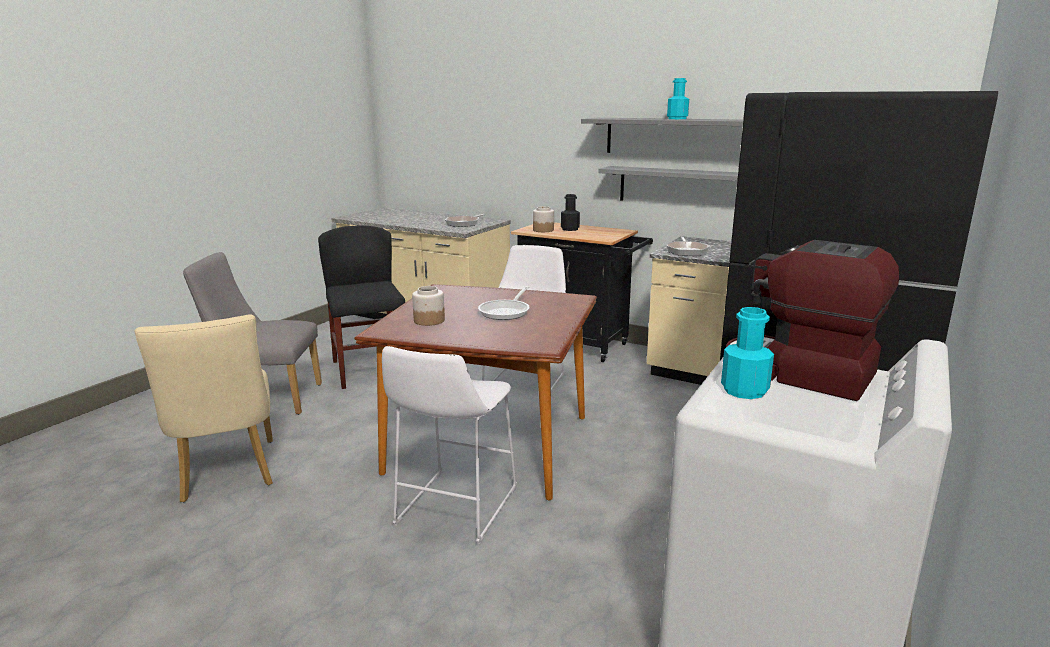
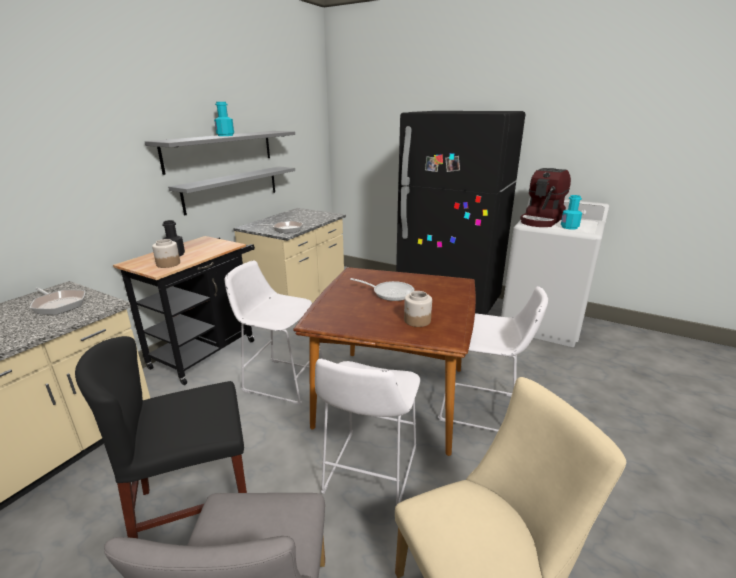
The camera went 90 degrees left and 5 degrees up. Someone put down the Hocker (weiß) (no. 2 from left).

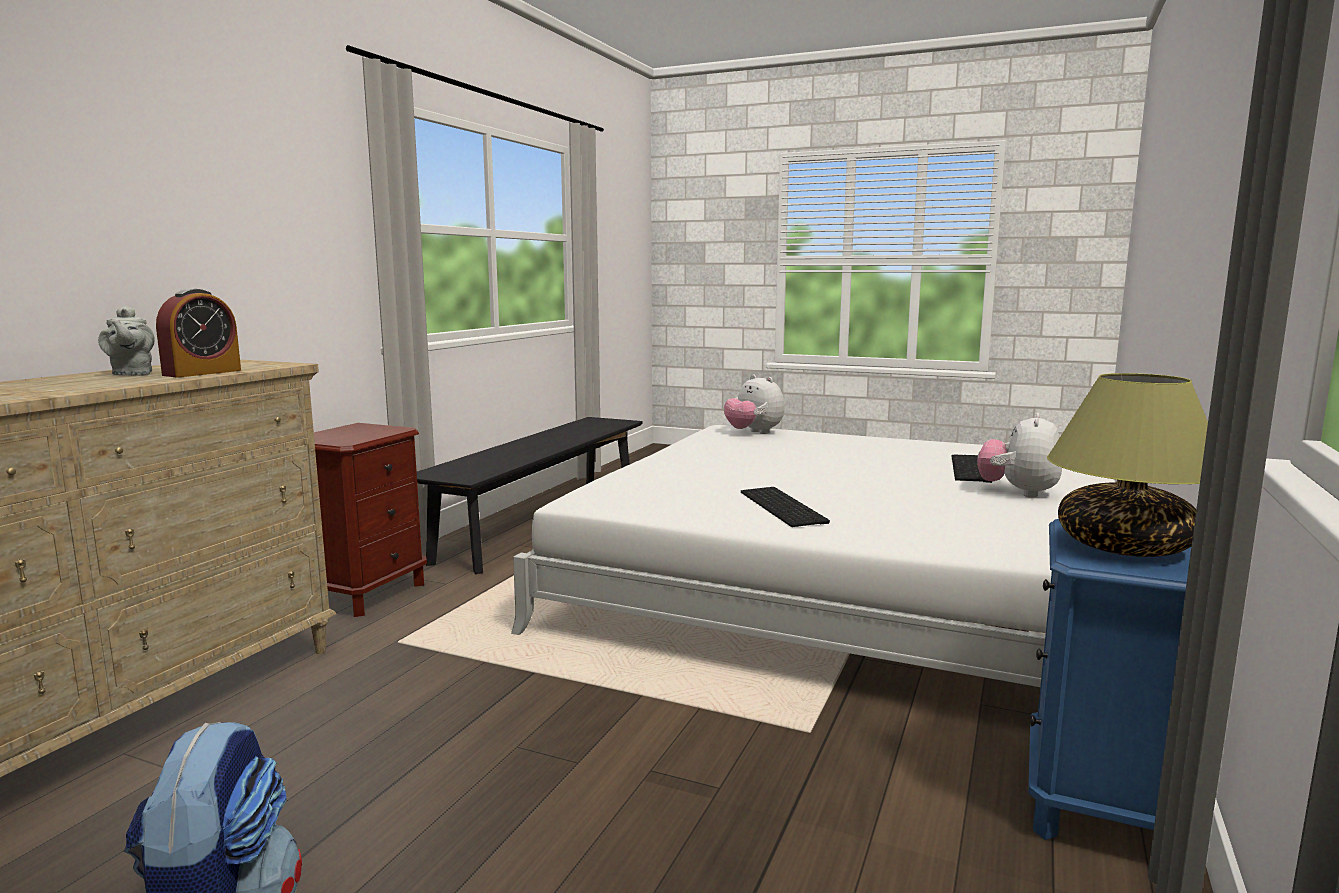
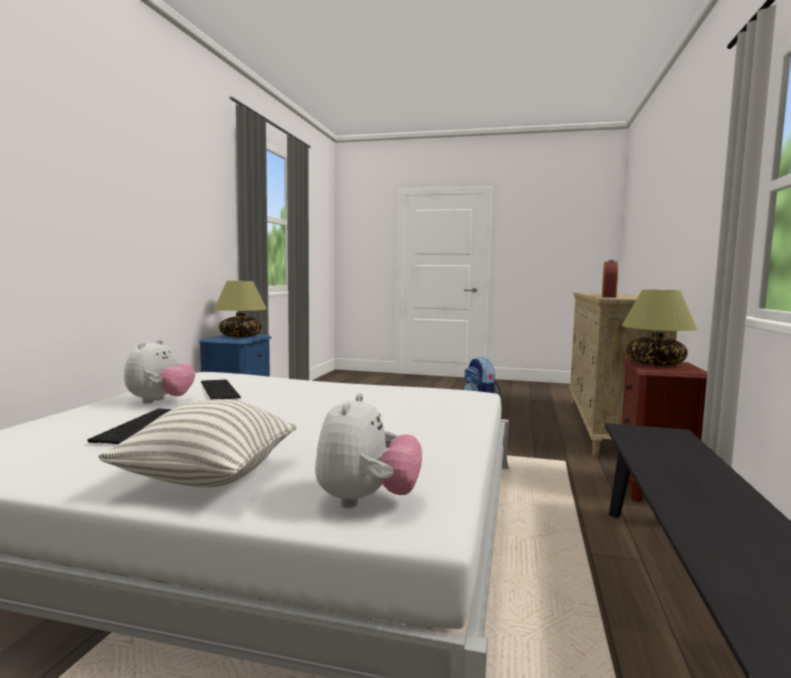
The camera went 170 degrees right and 5 degrees down. Someone took away the Teekanne (grau). Someone rotated the Plüschtier (no. 1 from left in the first image) by 60 degrees clockwise. Someone carried the Tastatur (no. 1 from left in the first image). Someone put down the Tischlampe (no. 2 from left). Someone put down the Kissen.

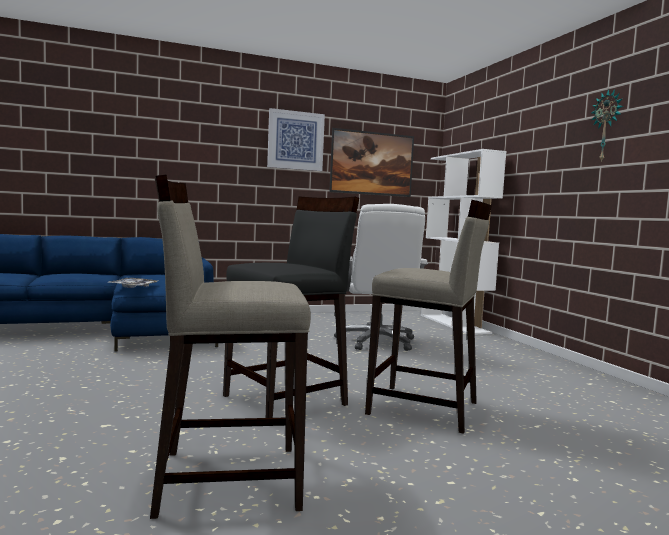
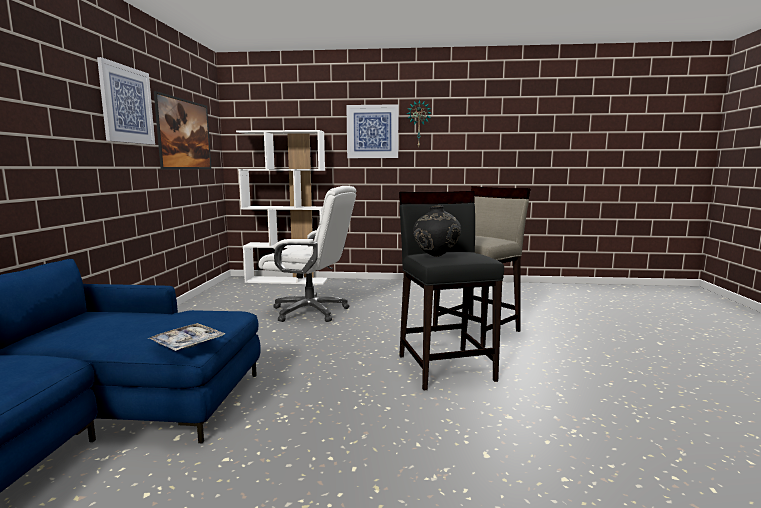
The camera went 65 degrees left and 5 degrees up. Someone took away the Hocker (beige) (no. 1 from left). Someone put up the Bild (no. 3 from left). Someone put down the Vase (schwarz).

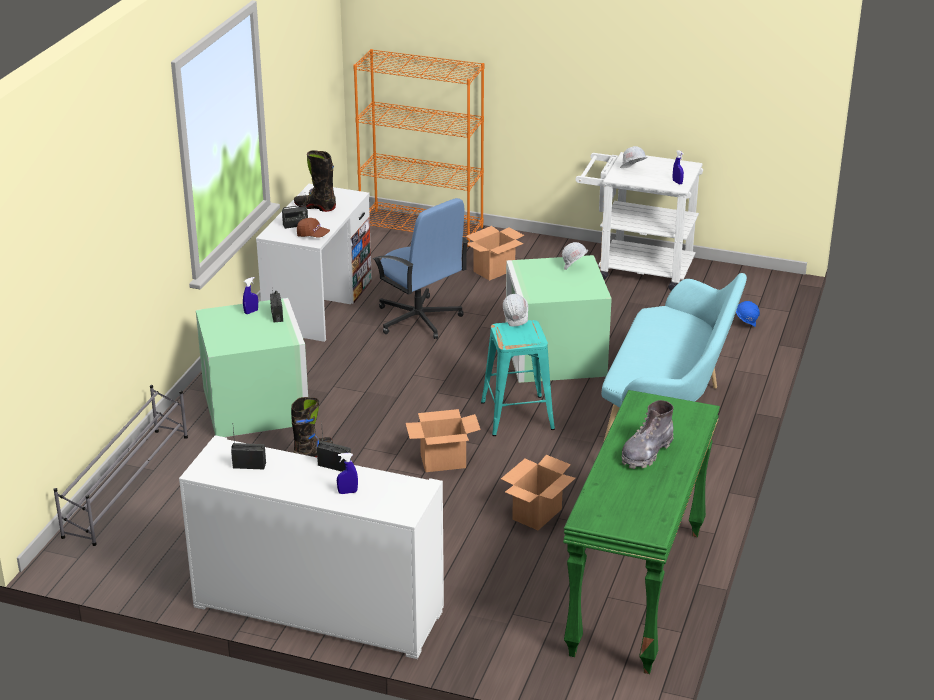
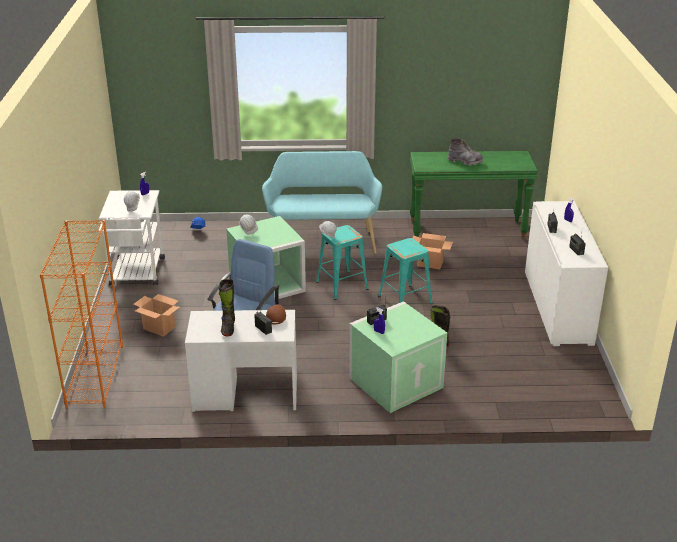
The camera went 110 degrees left and 0 degrees up. Someone took away the Schuhregal (grau). Someone swapped the Karton (no. 1 from left) for the Hocker (türkis) (no. 2 from left).

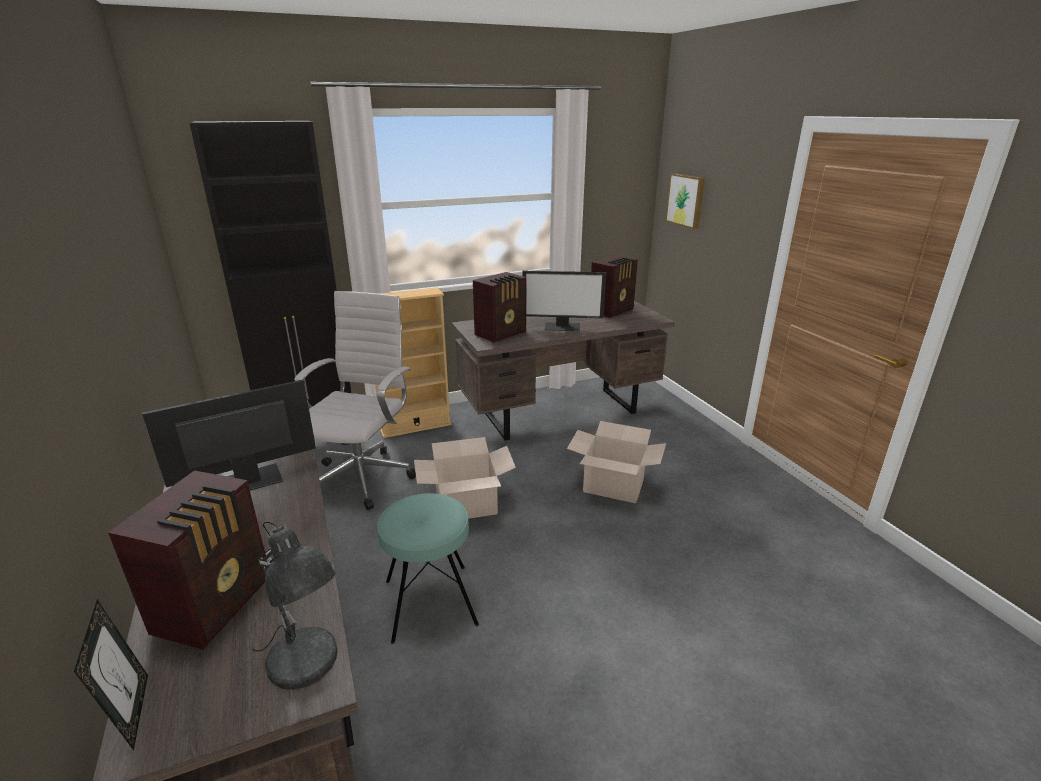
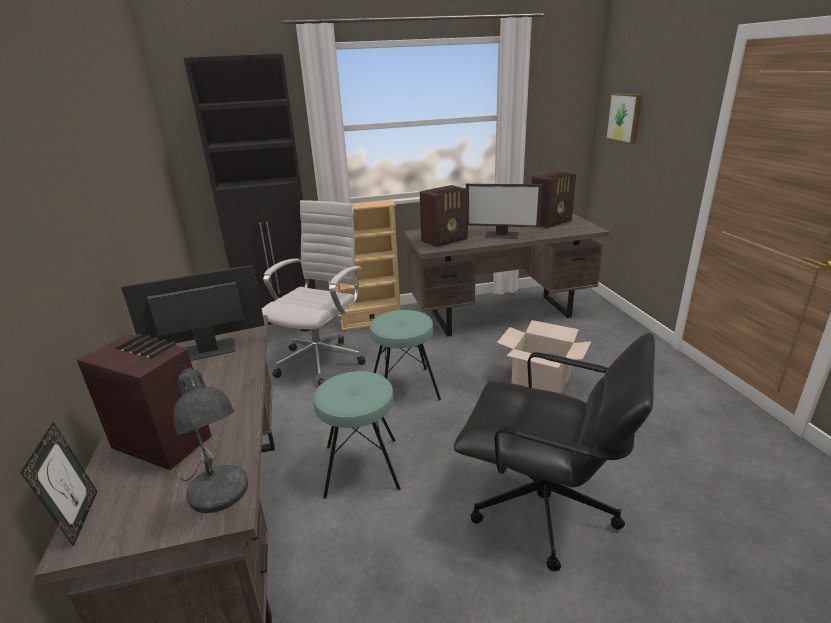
The camera went 10 degrees right and 0 degrees up. Someone swapped the Karton (no. 1 from left) for the Hocker (türkis) (no. 2 from left). Someone rotated the Radio (no. 1 from left) by 90 degrees counterclockwise. Someone put down the Bürostuhl (schwarz).

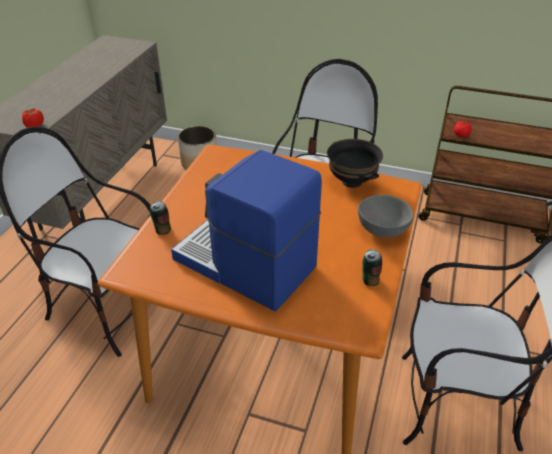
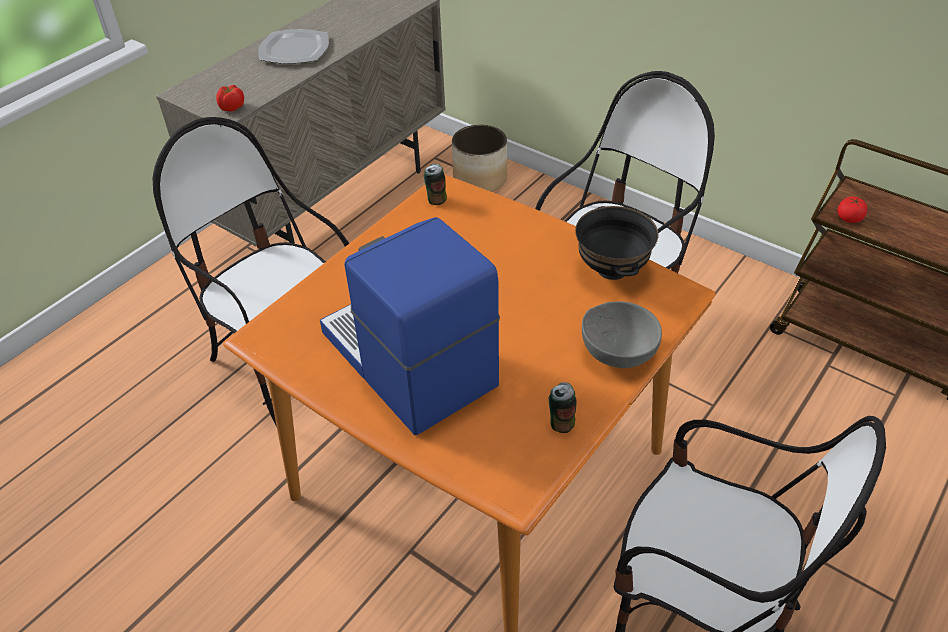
The camera went 20 degrees right and 5 degrees up. Someone carried the Dose (no. 1 from left). Someone put down the Teller.

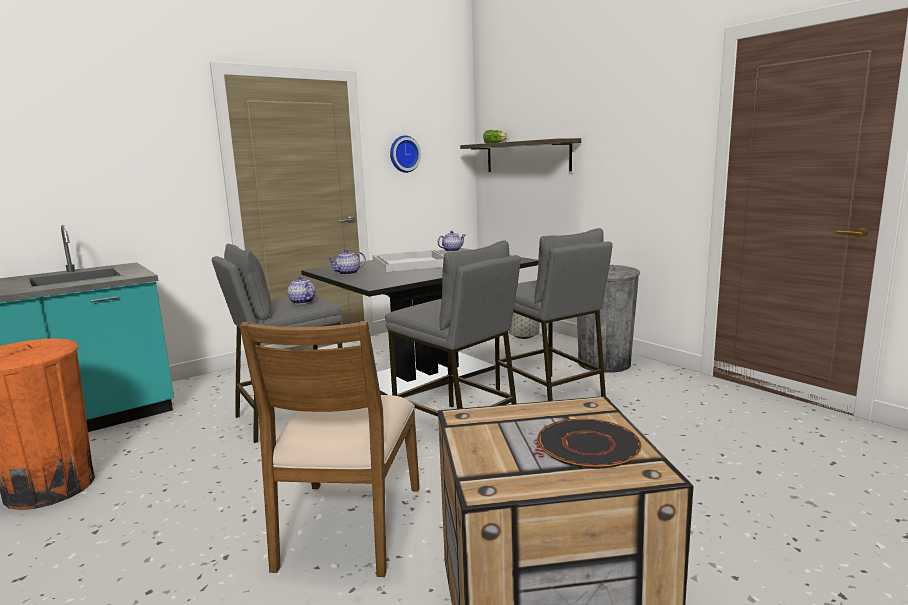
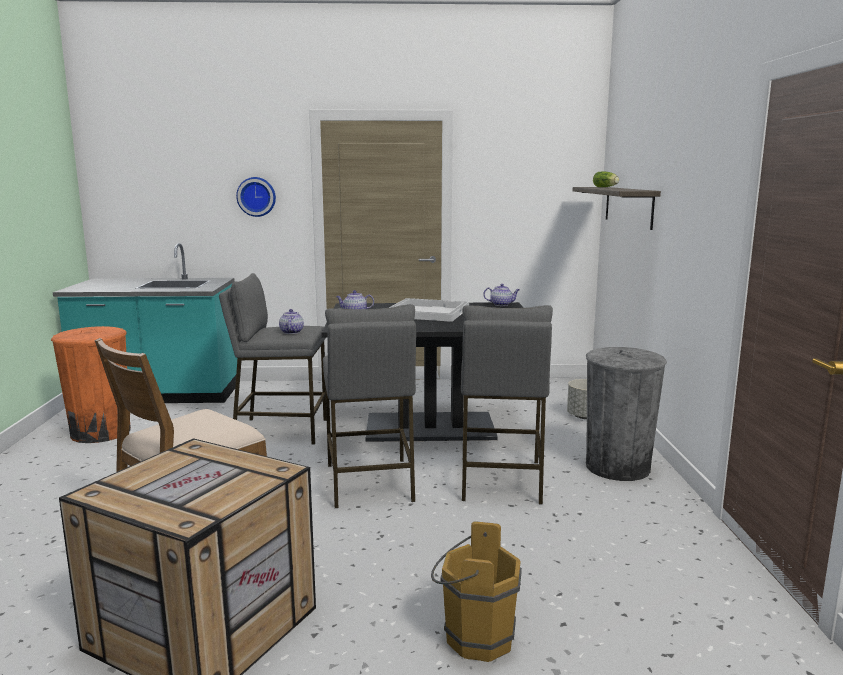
The camera went 35 degrees right and 0 degrees up. Someone carried the Wanduhr. Someone took away the Teller (schwarz). Someone put down the Eimer (braun).

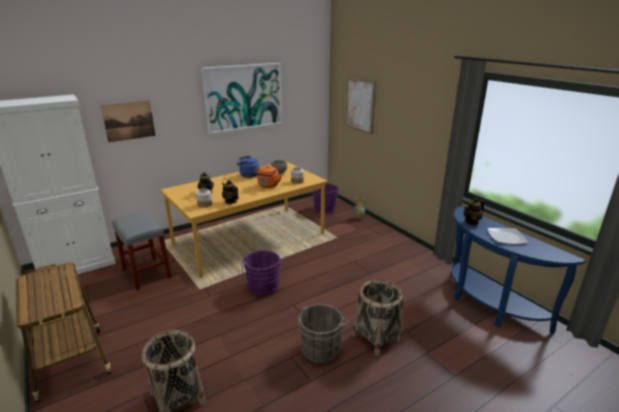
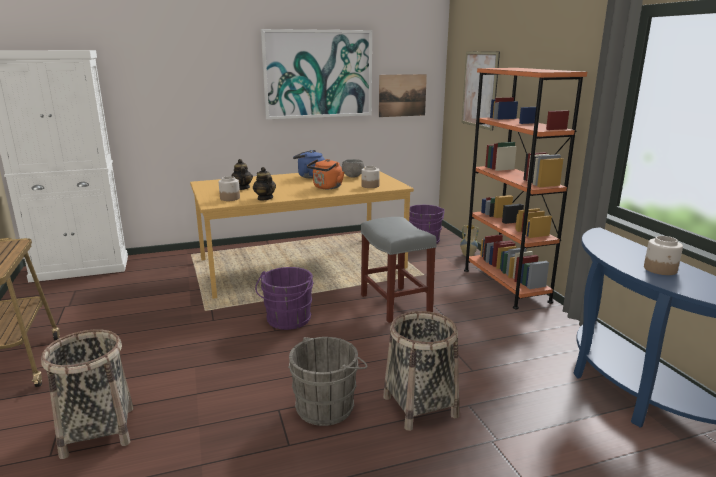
The camera went 15 degrees right and 5 degrees down. Someone carried the Bild (no. 1 from left in the first image). Someone took away the Teekanne (no. 3 from left). Someone carried the Hocker (grau). Someone swapped the Teller for the Vorratsglas (no. 3 from left). Someone put down the Bücherregal (orange).

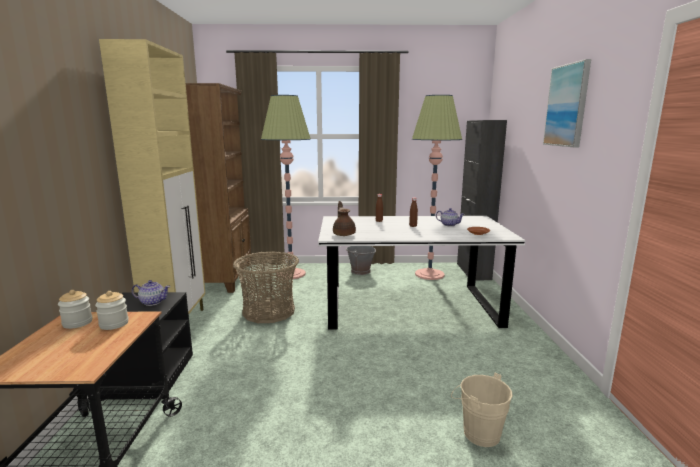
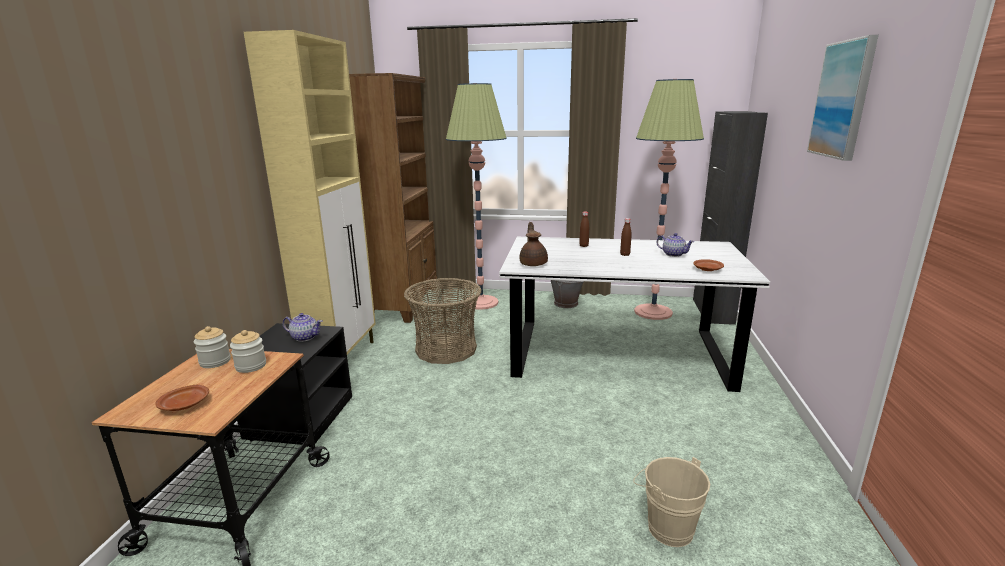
The camera went 10 degrees right and 5 degrees up. Someone put down the Teller (braun) (no. 1 from left).

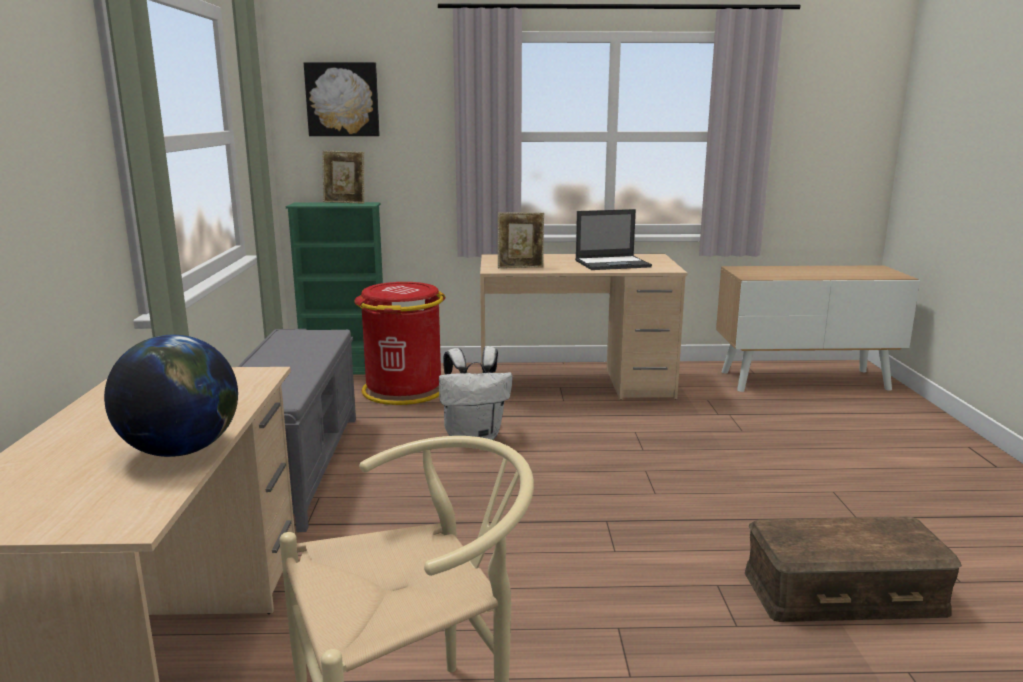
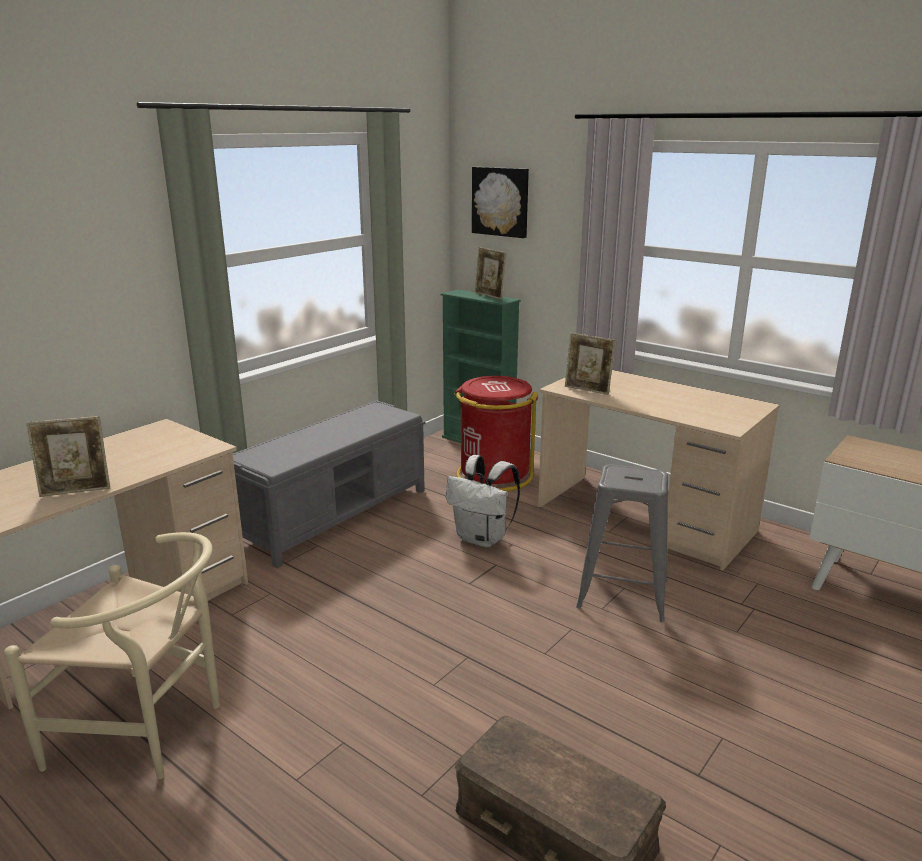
The camera went 40 degrees right and 5 degrees up. Someone took away the Laptop. Someone swapped the Globus for the Bilderrahmen (no. 1 from left). Someone put down the Hocker (grau).

